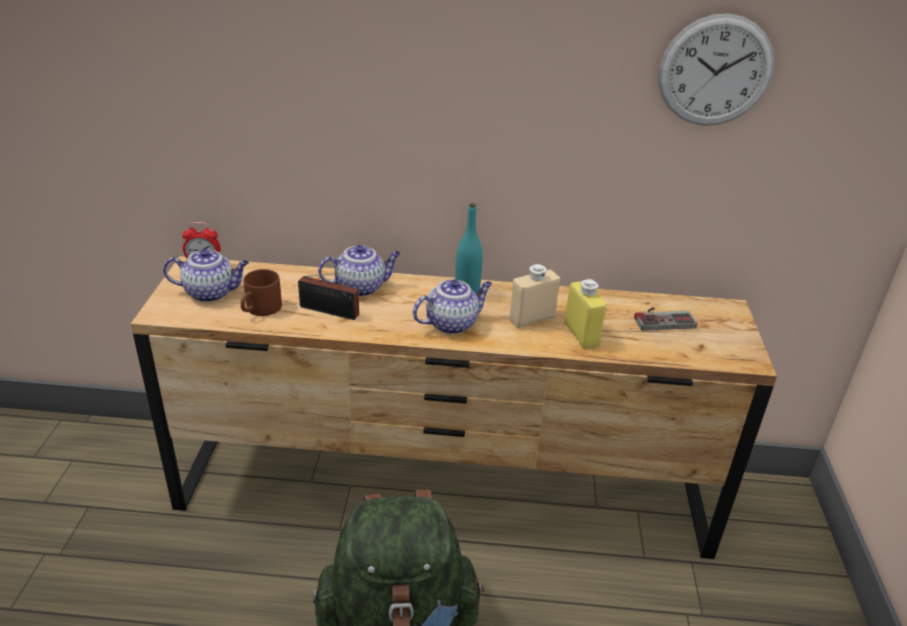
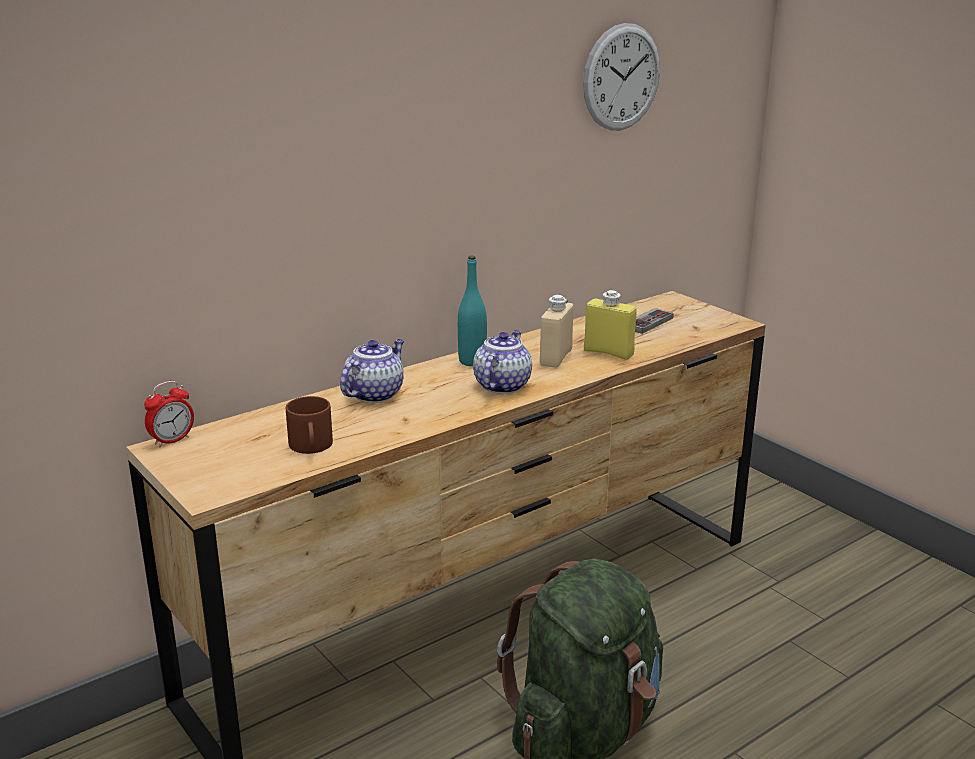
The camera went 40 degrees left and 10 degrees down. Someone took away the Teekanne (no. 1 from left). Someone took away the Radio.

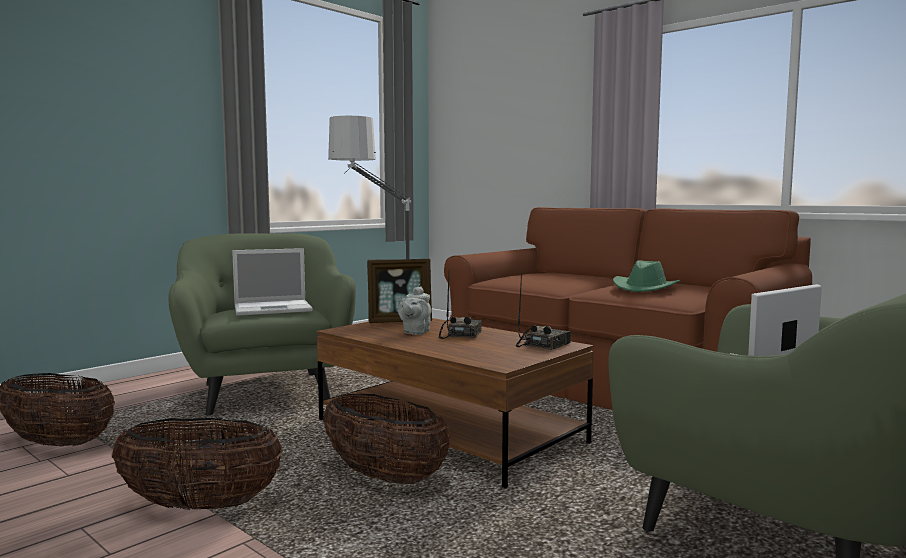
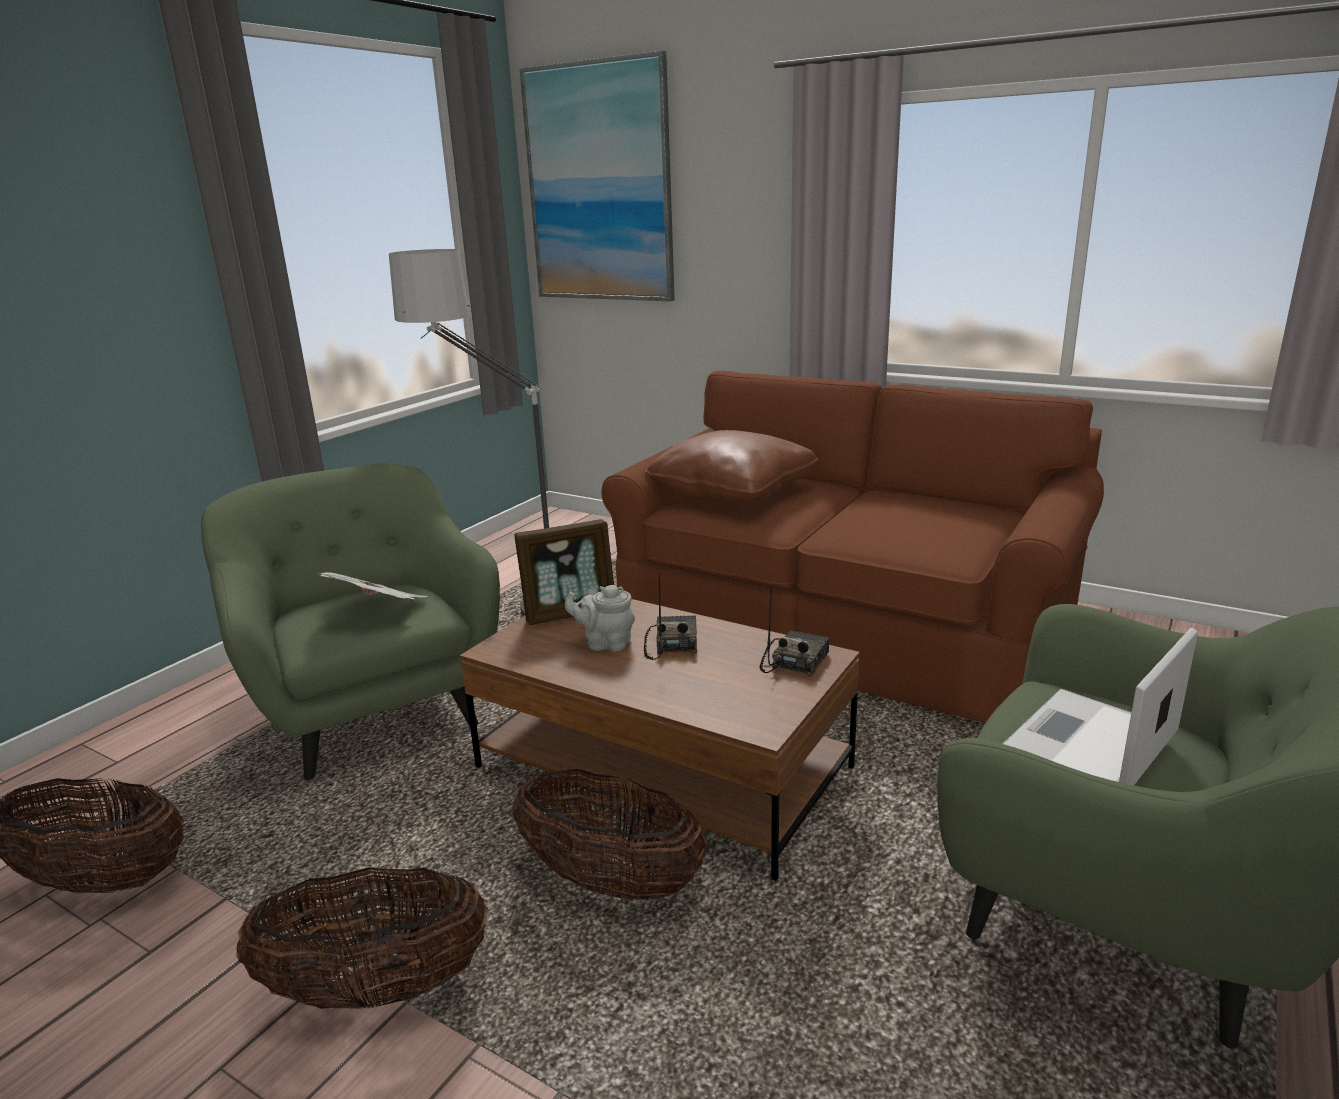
The camera went 10 degrees left and 15 degrees up. Someone swapped the Laptop (no. 1 from left) for the Zeitung. Someone took away the Hut (grün). Someone rotated the Teekanne (grau) by 90 degrees clockwise. Someone put up the Bild. Someone put down the Kissen (braun).

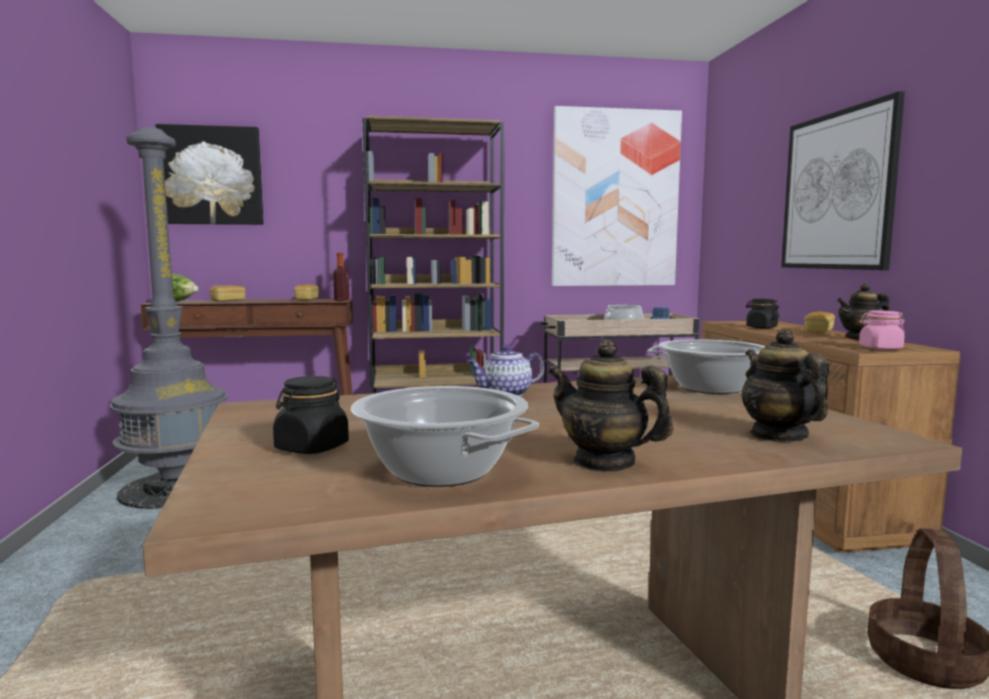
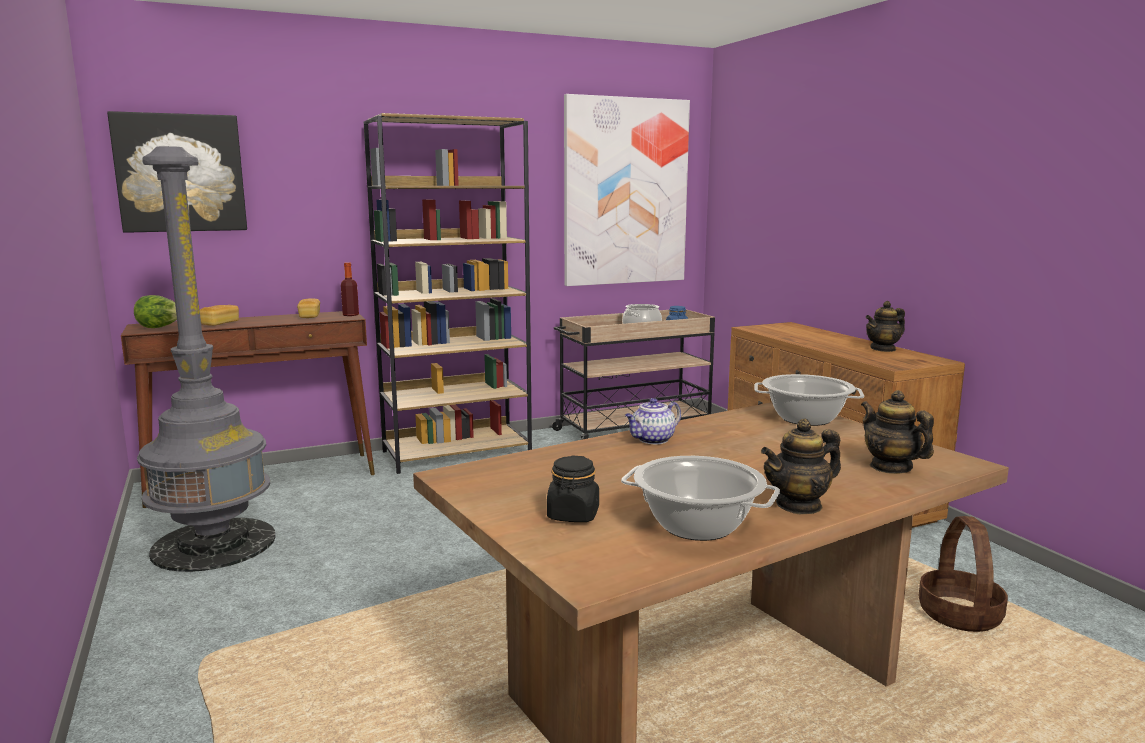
The camera went 15 degrees left and 5 degrees up. Someone took away the Bild (no. 3 from left). Someone took away the Vorratsglas (schwarz) (no. 2 from left). Someone took away the Vorratsglas (rosa). Someone took away the Brot (no. 3 from left). Someone rotated the Teekanne (no. 2 from left) by 45 degrees counterclockwise.

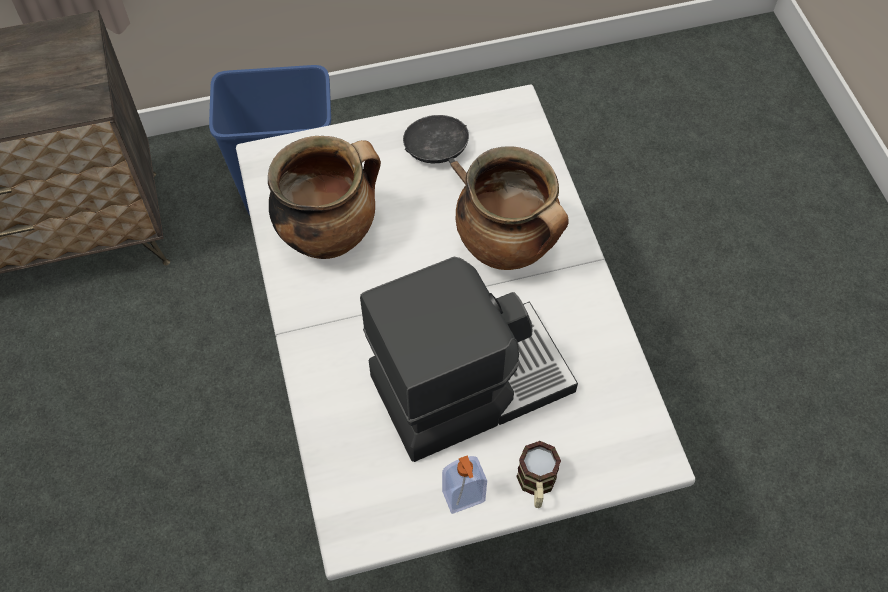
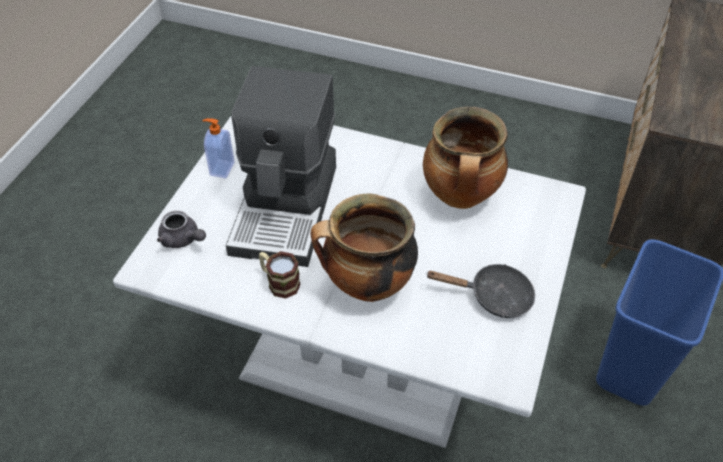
The camera went 125 degrees right and 10 degrees down. Someone carried the Henkelbecher. Someone put down the Teekanne (grau).

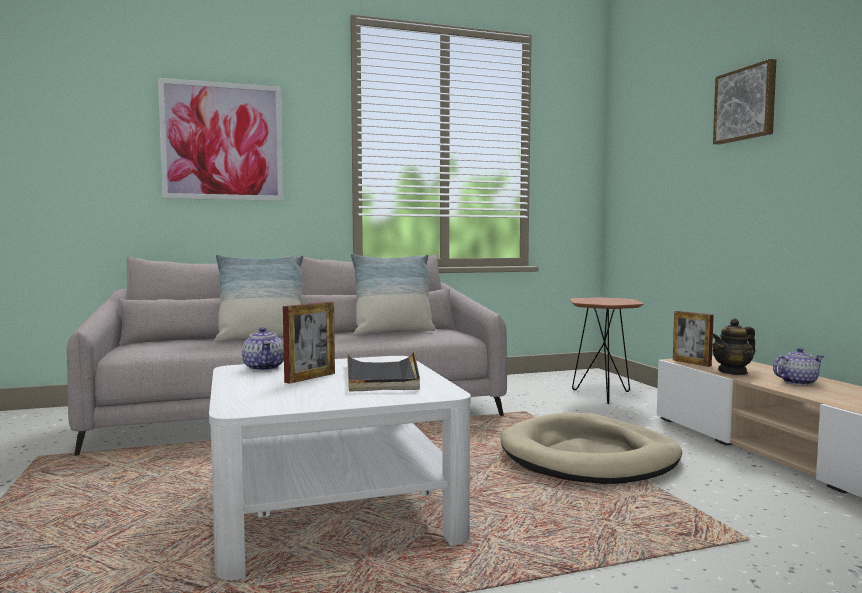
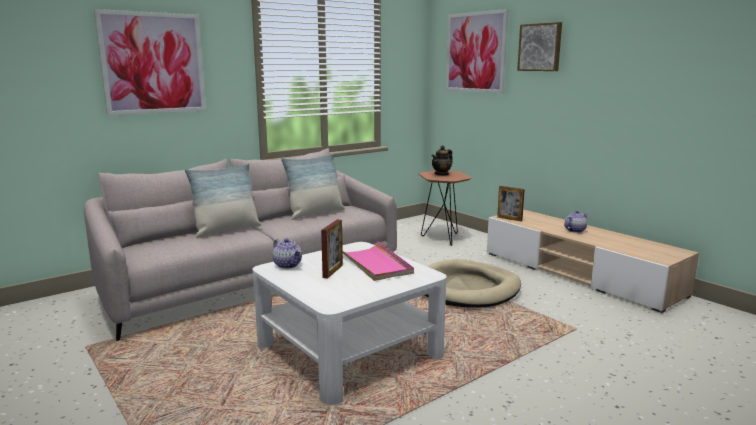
The camera went 20 degrees left and 10 degrees up. Someone carried the Teekanne (no. 2 from left). Someone repainted the Tablett (schwarz), which became the Tablett (rosa). Someone put up the Bild (no. 2 from left).

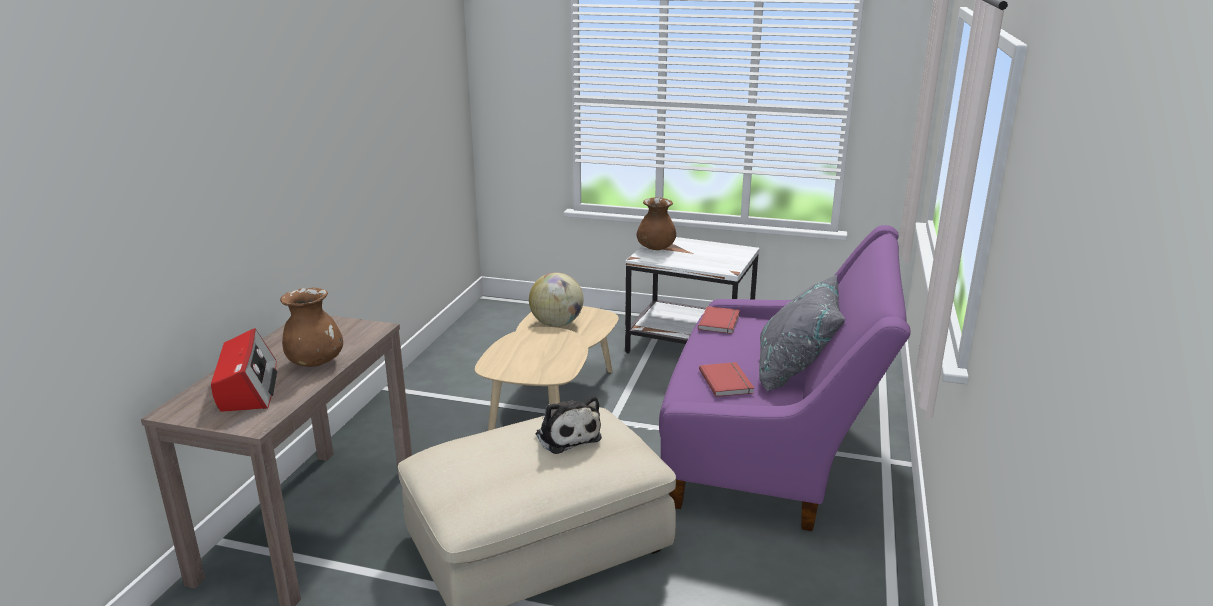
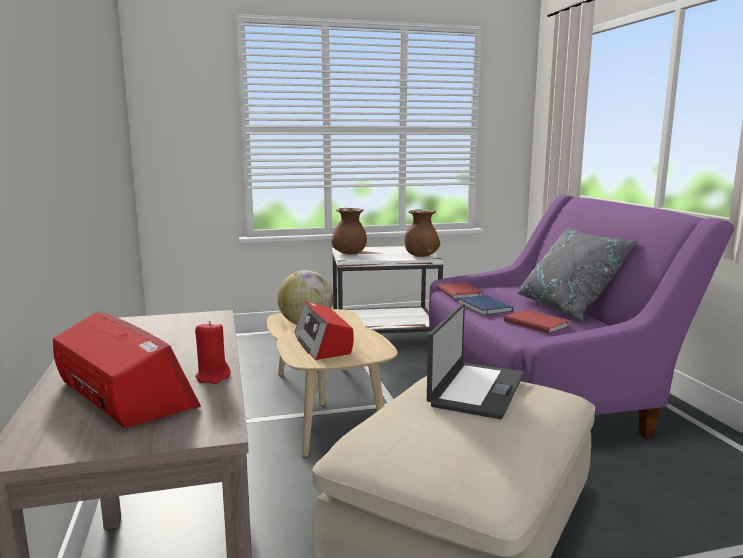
The camera went 30 degrees left and 10 degrees down. Someone carried the Vase (braun) (no. 1 from left in the first image). Someone swapped the Plüschtier for the Laptop. Someone put down the Buch (blau). Someone put down the Radio (no. 2 from left). Someone put down the Kerze (rot).

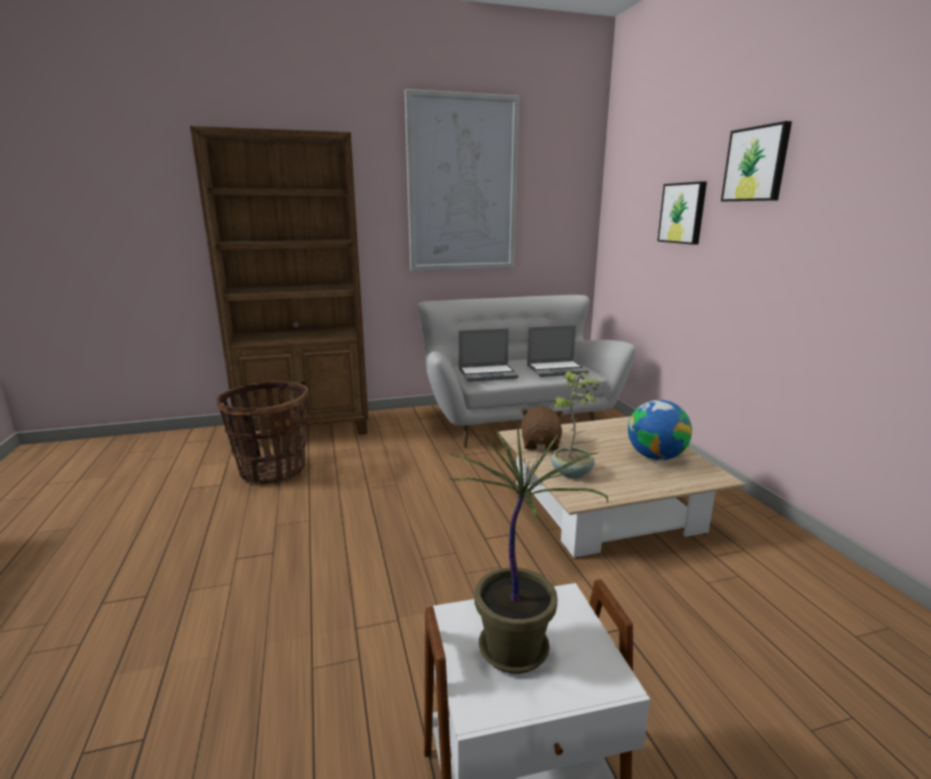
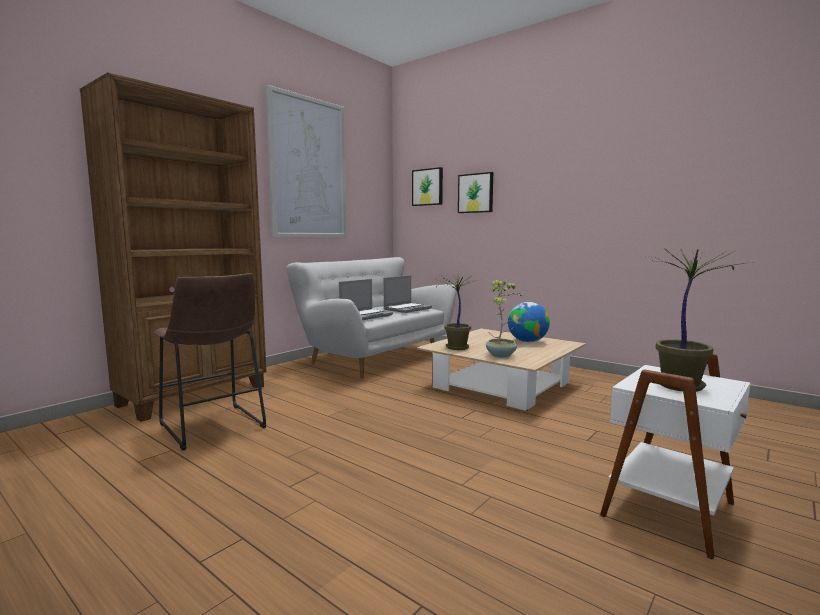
The camera went 35 degrees left and 10 degrees down. Someone carried the Bild (no. 3 from left in the first image). Someone swapped the Korb for the Hocker (braun). Someone swapped the Plüschtier (braun) for the Topfpflanze (no. 1 from left).

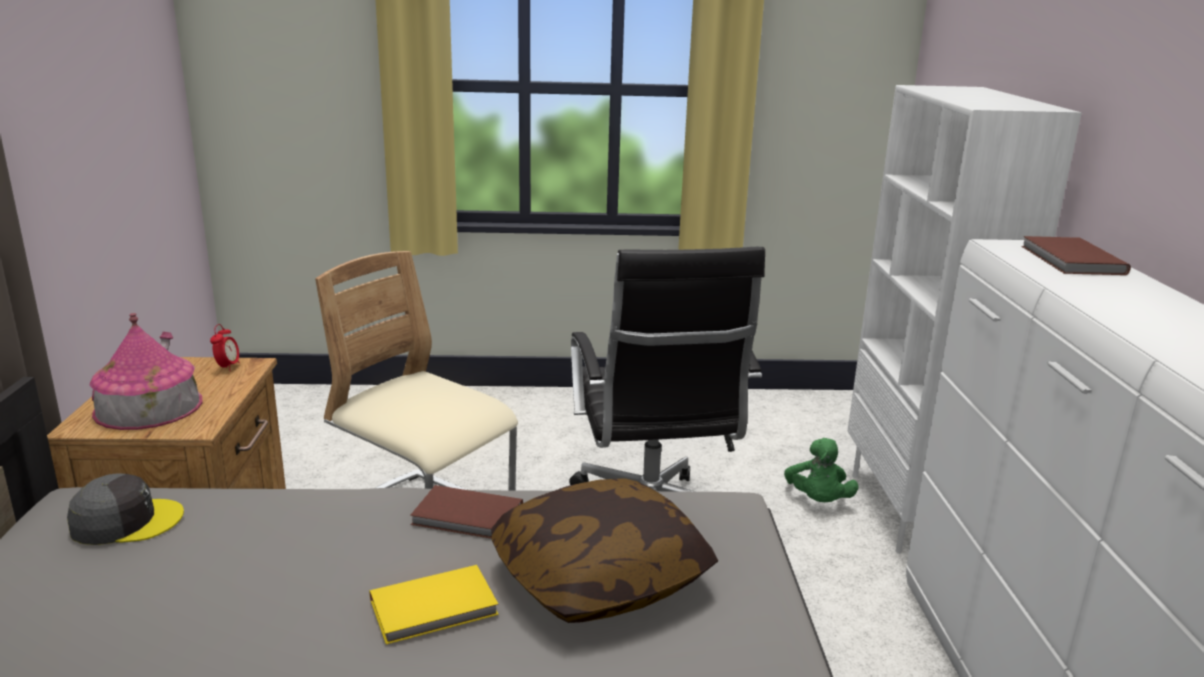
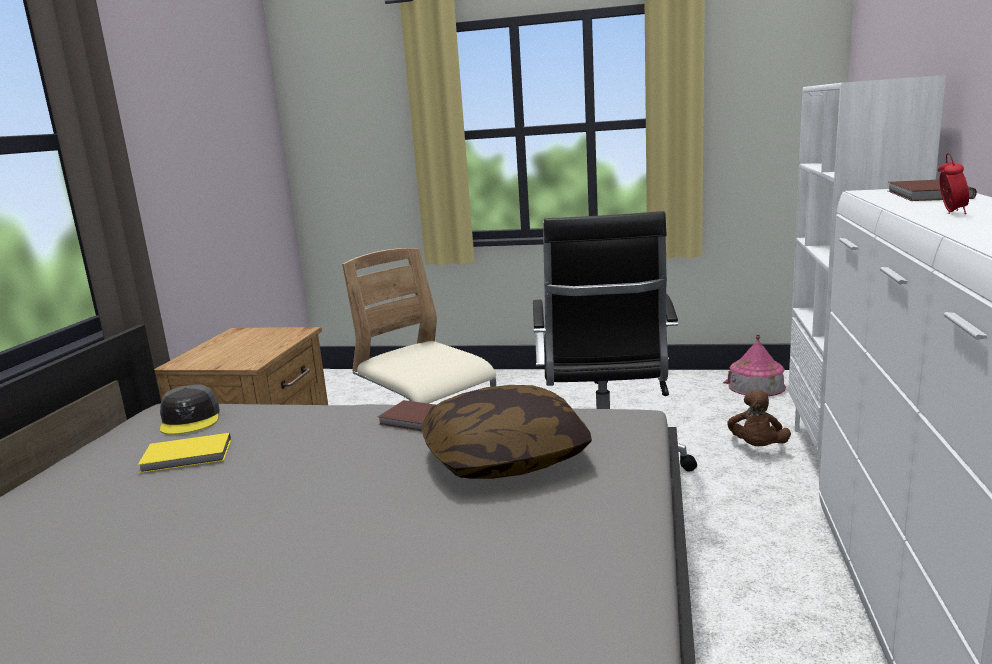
The camera went 15 degrees right and 5 degrees down. Someone carried the Spielzeughaus. Someone carried the Wecker. Someone repainted the Plüschtier (grün), which became the Plüschtier (braun). Someone rotated the Kappe (grau) by 75 degrees clockwise. Someone carried the Buch (gelb).

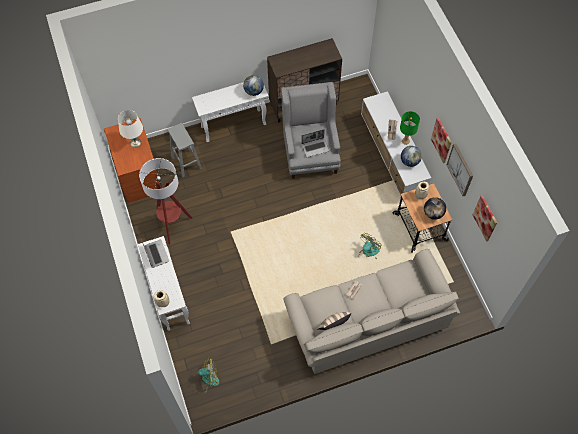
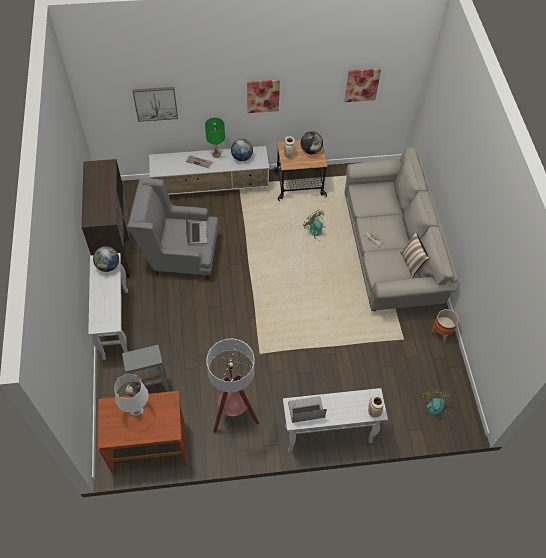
The camera went 80 degrees left and 5 degrees down. Someone carried the Bild (no. 2 from left in the first image). Someone put down the Pflanzkübel.

